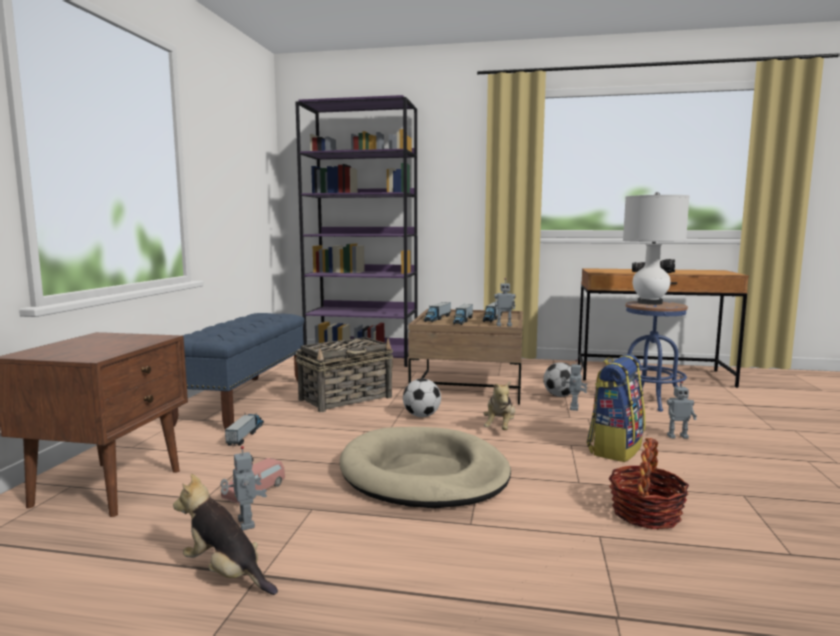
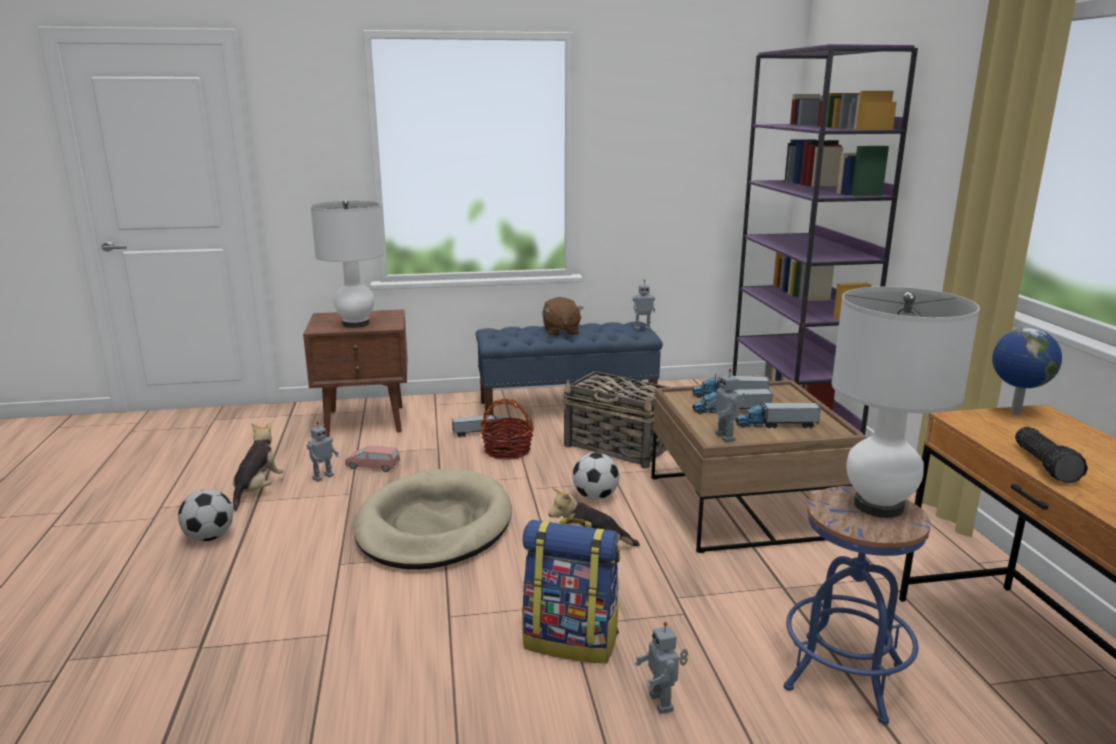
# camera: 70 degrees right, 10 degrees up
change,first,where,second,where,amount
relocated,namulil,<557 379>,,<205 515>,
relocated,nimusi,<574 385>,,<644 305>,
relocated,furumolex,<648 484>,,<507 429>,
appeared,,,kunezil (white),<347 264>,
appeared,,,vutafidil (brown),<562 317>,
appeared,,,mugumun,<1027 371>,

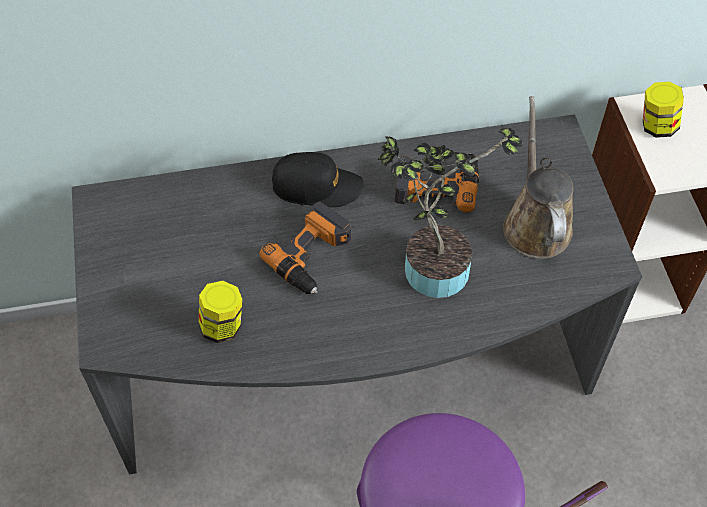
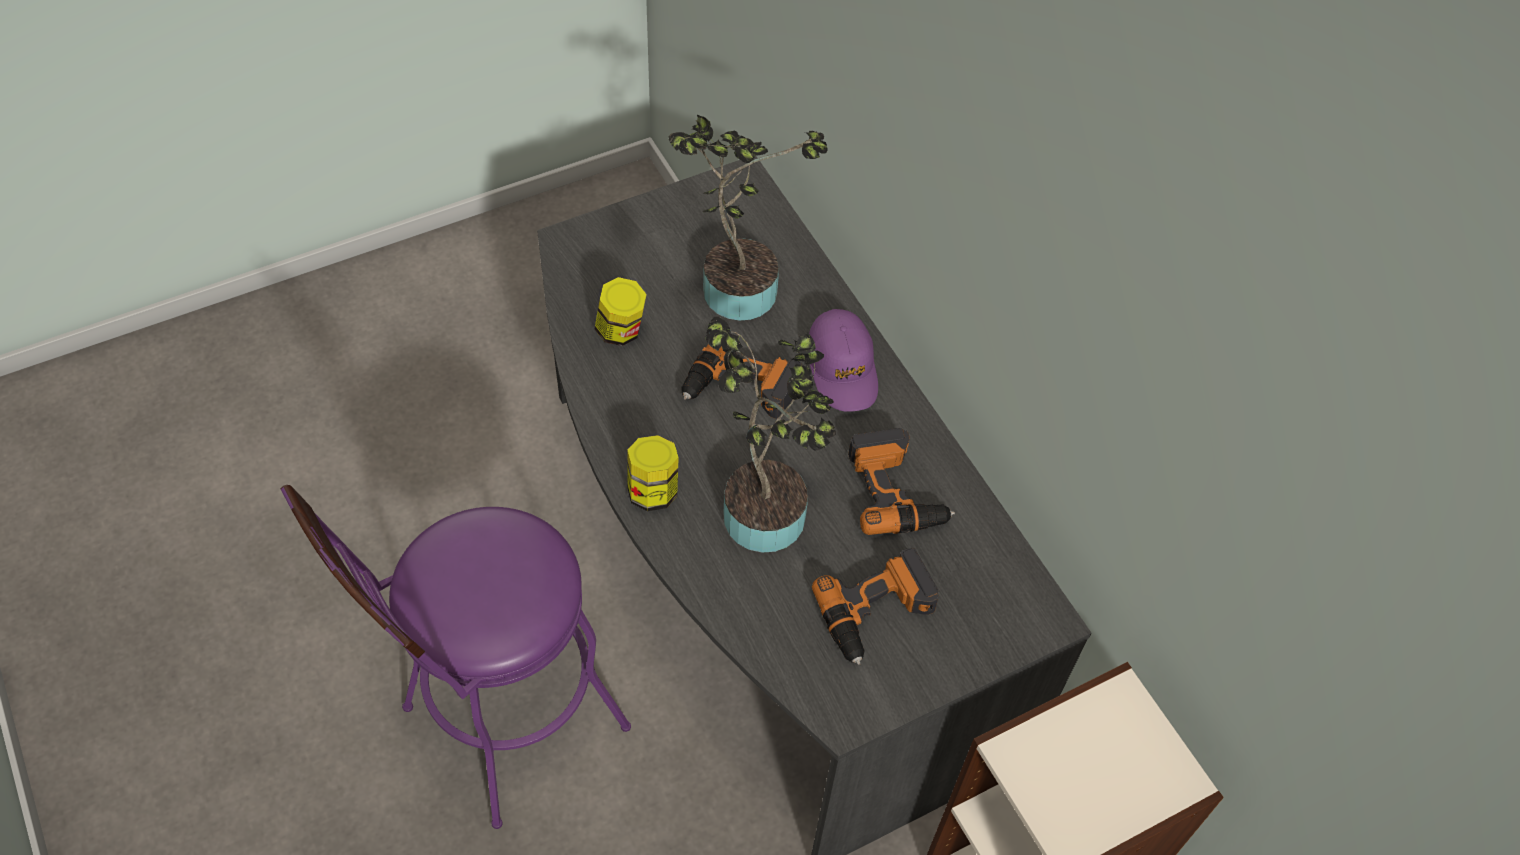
# camera: 70 degrees right, 0 degrees up
change,first,where,second,where,amount
colour,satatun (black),<318 179>,satatun (purple),<843 360>,
exchanged,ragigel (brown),<538 177>,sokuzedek,<875 606>,
relocated,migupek,<663 110>,,<653 473>,
appeared,,,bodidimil,<748 218>,

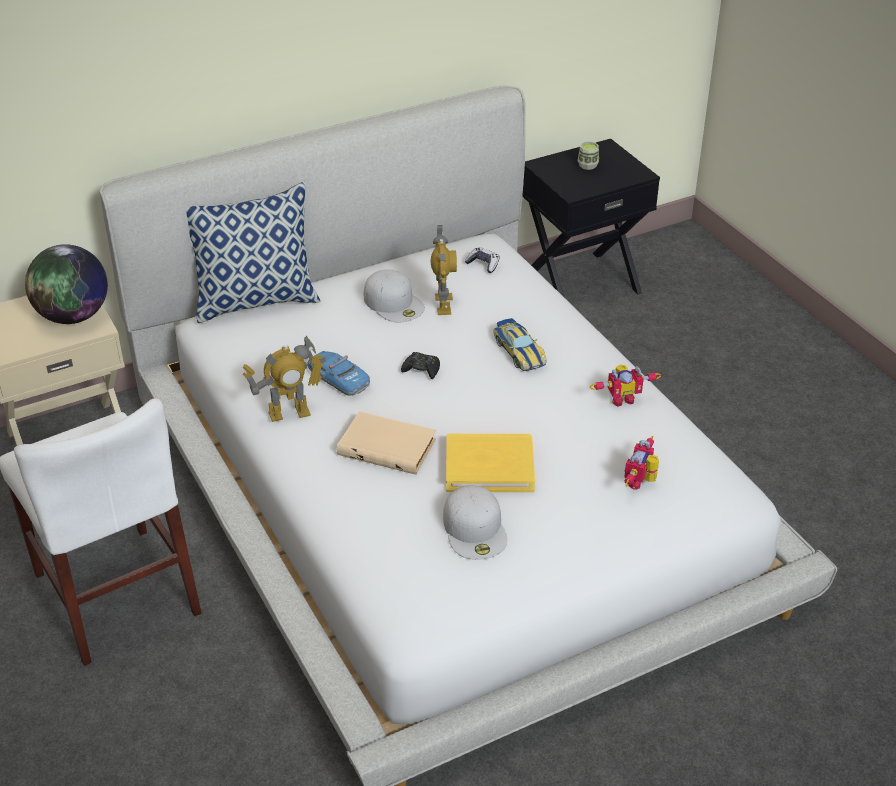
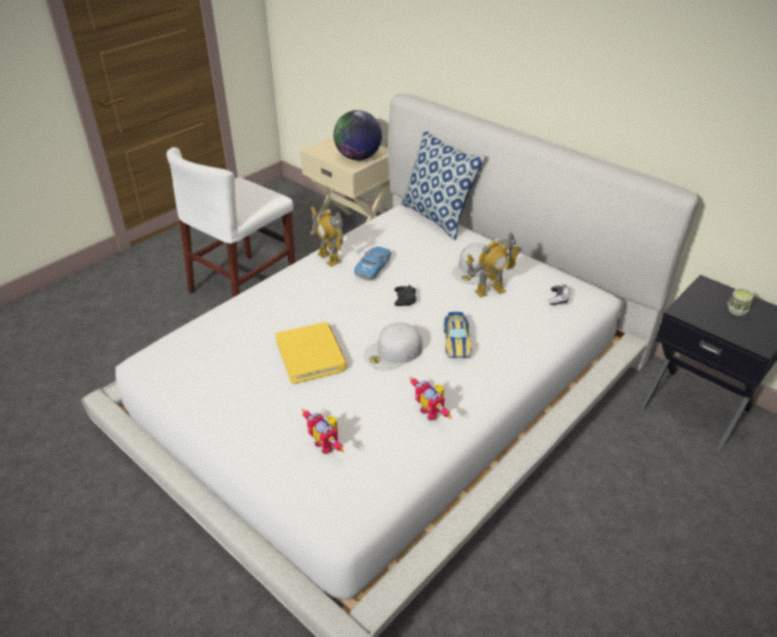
# camera: 70 degrees right, 0 degrees up
change,first,where,second,where,amount
missing,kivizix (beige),<386 442>,,,
relocated,satatun (white),<475 522>,,<393 347>,
spun,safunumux,<520 344>,,<458 335>,45 degrees counterclockwise
spun,nimusi,<641 463>,,<323 431>,135 degrees counterclockwise

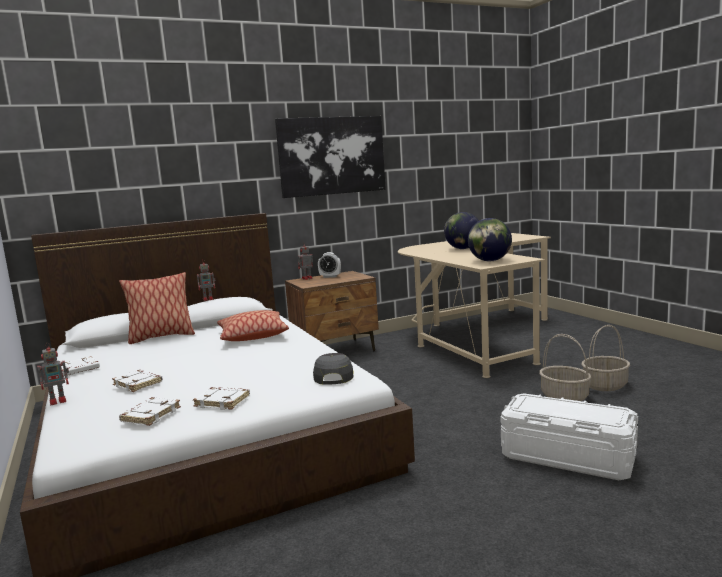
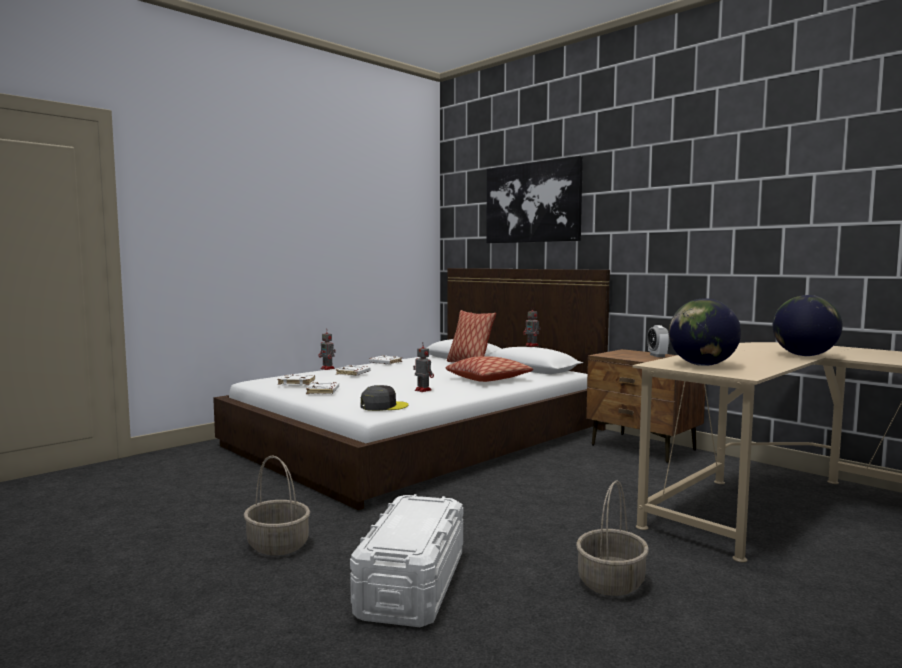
# camera: 70 degrees right, 5 degrees down
change,first,where,second,where,amount
relocated,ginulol,<330 157>,,<534 199>,
relocated,nimusi,<305 261>,,<423 368>,
relocated,furumolex,<606 358>,,<277 505>,

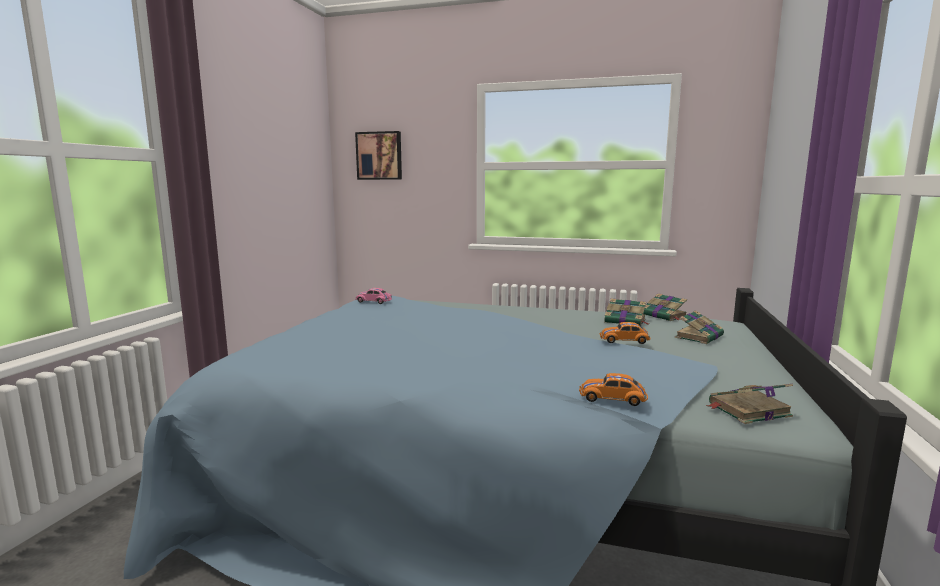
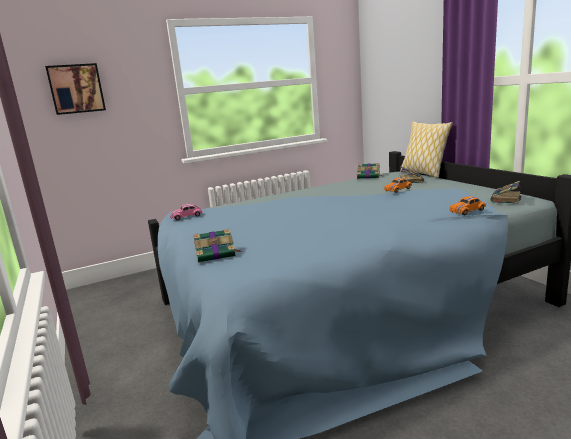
# camera: 40 degrees left, 5 degrees up
change,first,where,second,where,amount
relocated,kivizix,<626 312>,,<217 246>,
appeared,,,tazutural,<426 149>,

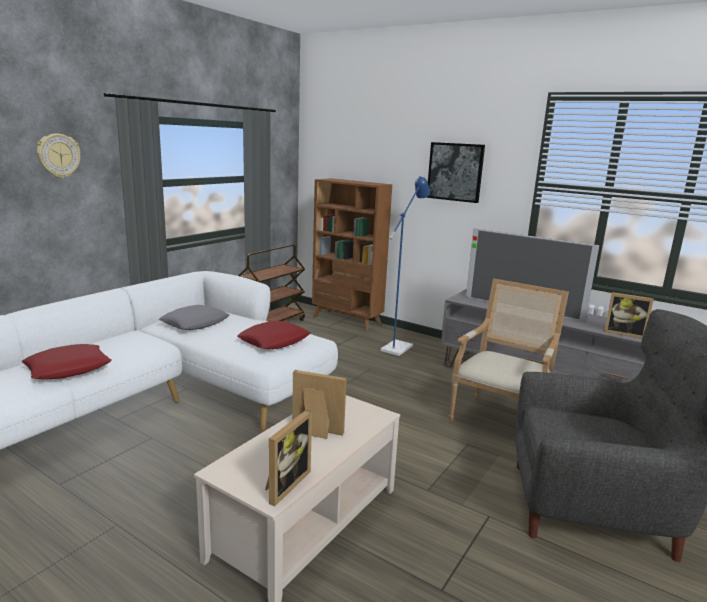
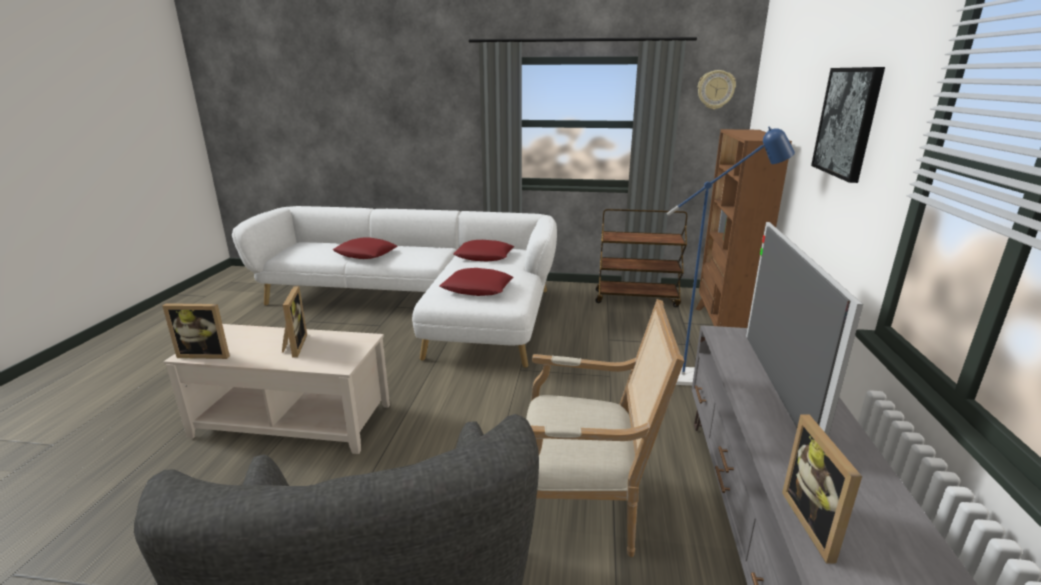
# camera: 65 degrees right, 5 degrees up
change,first,where,second,where,amount
relocated,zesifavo,<59 155>,,<717 90>,
colour,tazutural (grey),<194 317>,tazutural (red),<483 251>,

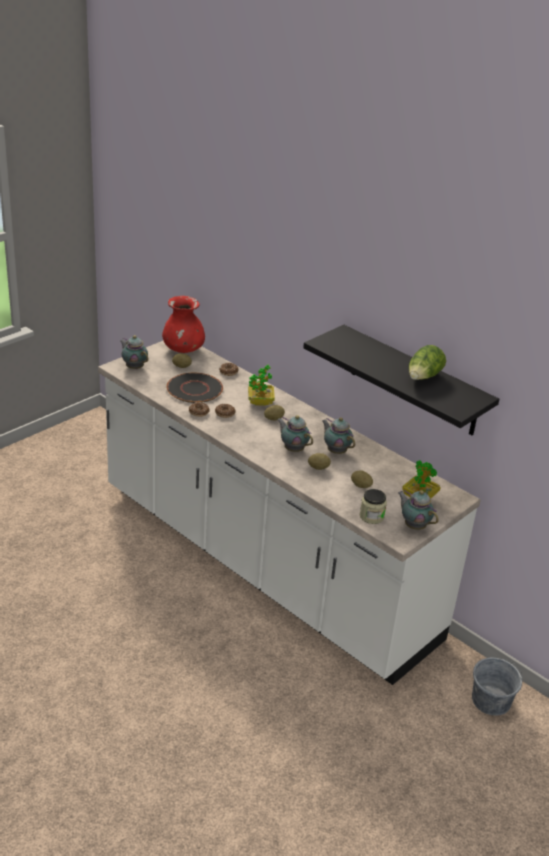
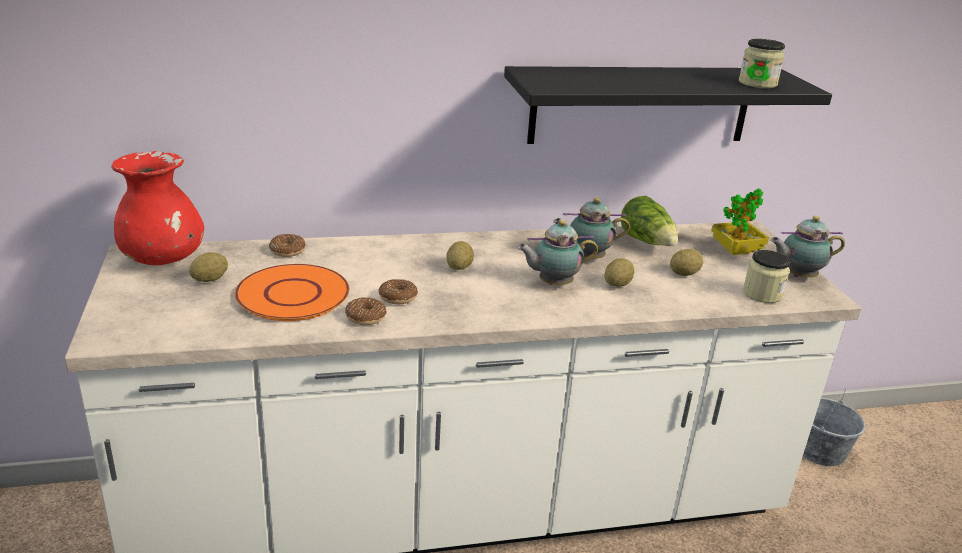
# camera: 55 degrees left, 5 degrees down
change,first,where,second,where,amount
missing,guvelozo,<134 352>,,,
colour,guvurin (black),<195 388>,guvurin (orange),<292 292>,
missing,bodidimil,<261 385>,,,
relocated,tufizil,<427 362>,,<649 221>,
appeared,,,migupek,<762 63>,

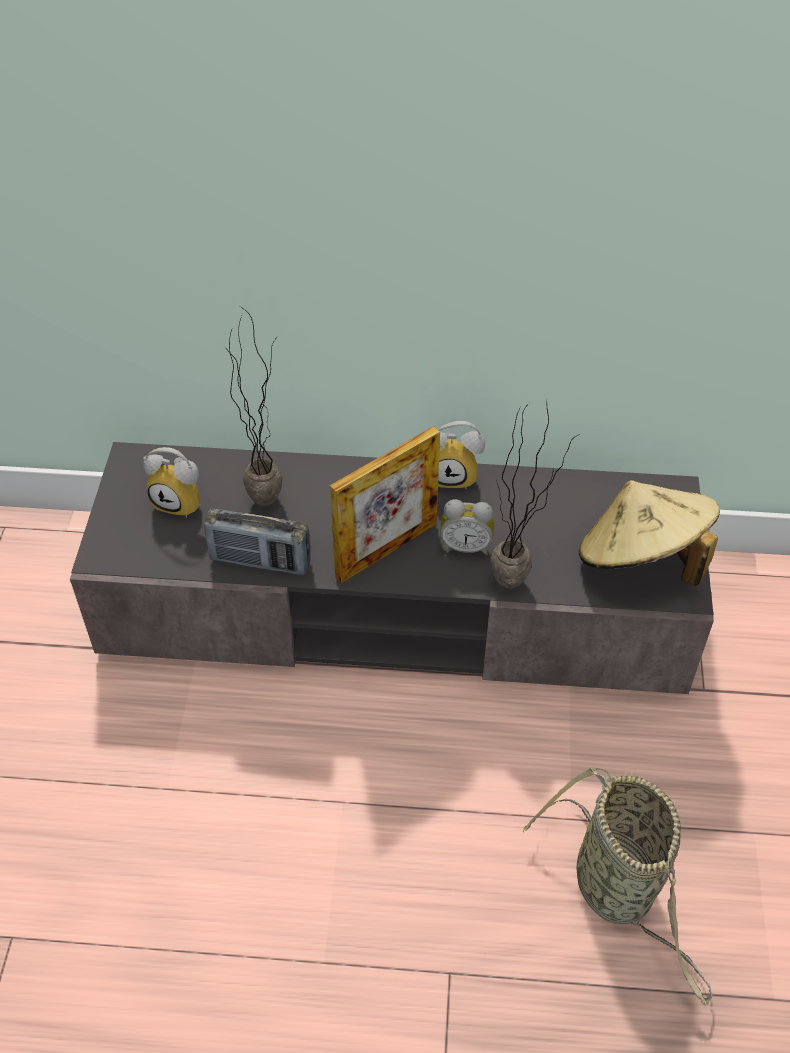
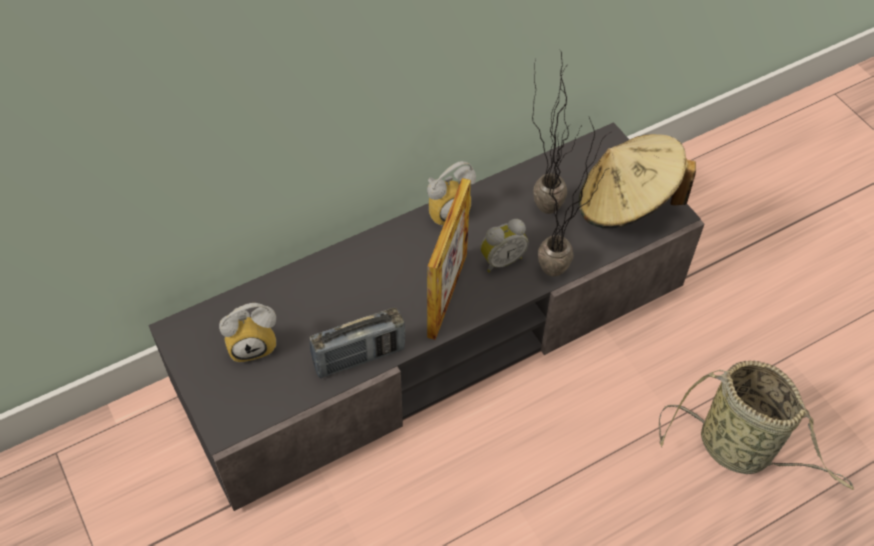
# camera: 35 degrees left, 5 degrees up
change,first,where,second,where,amount
relocated,bodidimil,<254 406>,,<556 132>,

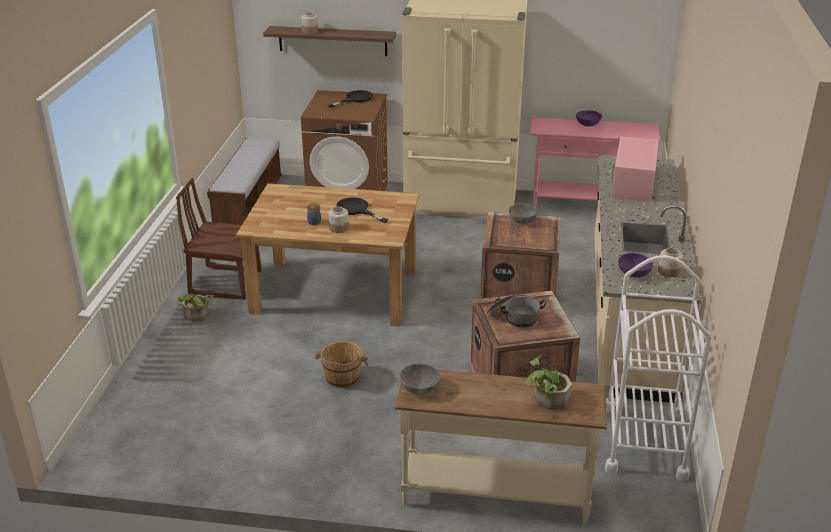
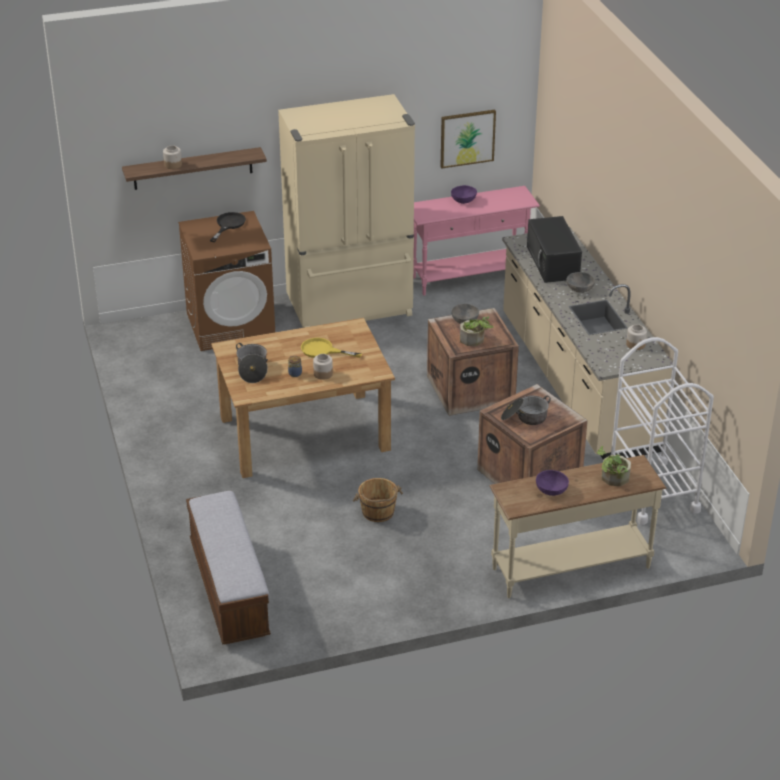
# camera: 25 degrees left, 5 degrees up
change,first,where,second,where,amount
missing,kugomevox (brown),<219 239>,,,
relocated,bodidimil,<196 307>,,<477 331>,
relocated,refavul,<244 181>,,<228 567>,
colour,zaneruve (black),<362 210>,zaneruve (yellow),<331 348>,
relocated,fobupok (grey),<420 379>,,<580 282>,
colour,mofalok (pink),<635 169>,mofalok (black),<554 249>,
relocated,fobupok (purple),<635 265>,,<552 483>,
appeared,,,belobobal,<252 363>,
appeared,,,ginulol,<468 139>,

